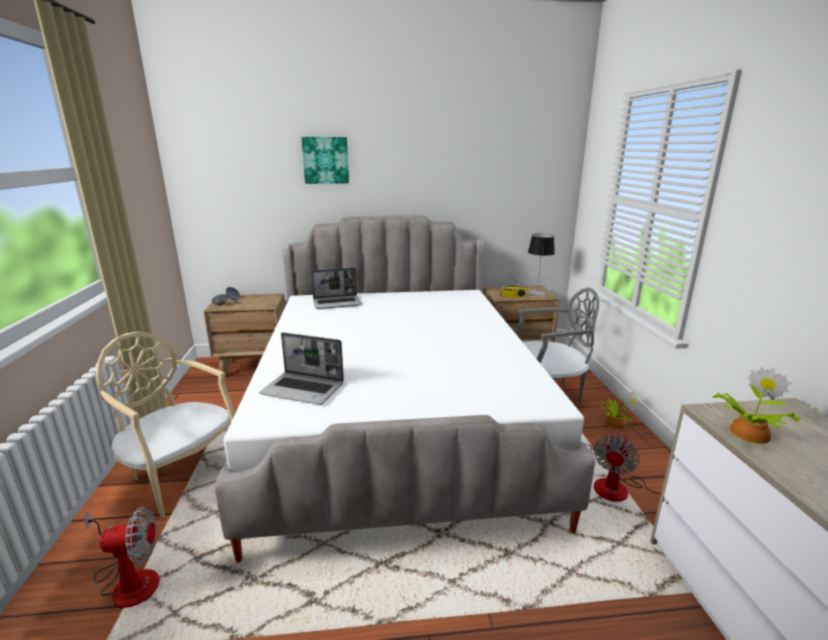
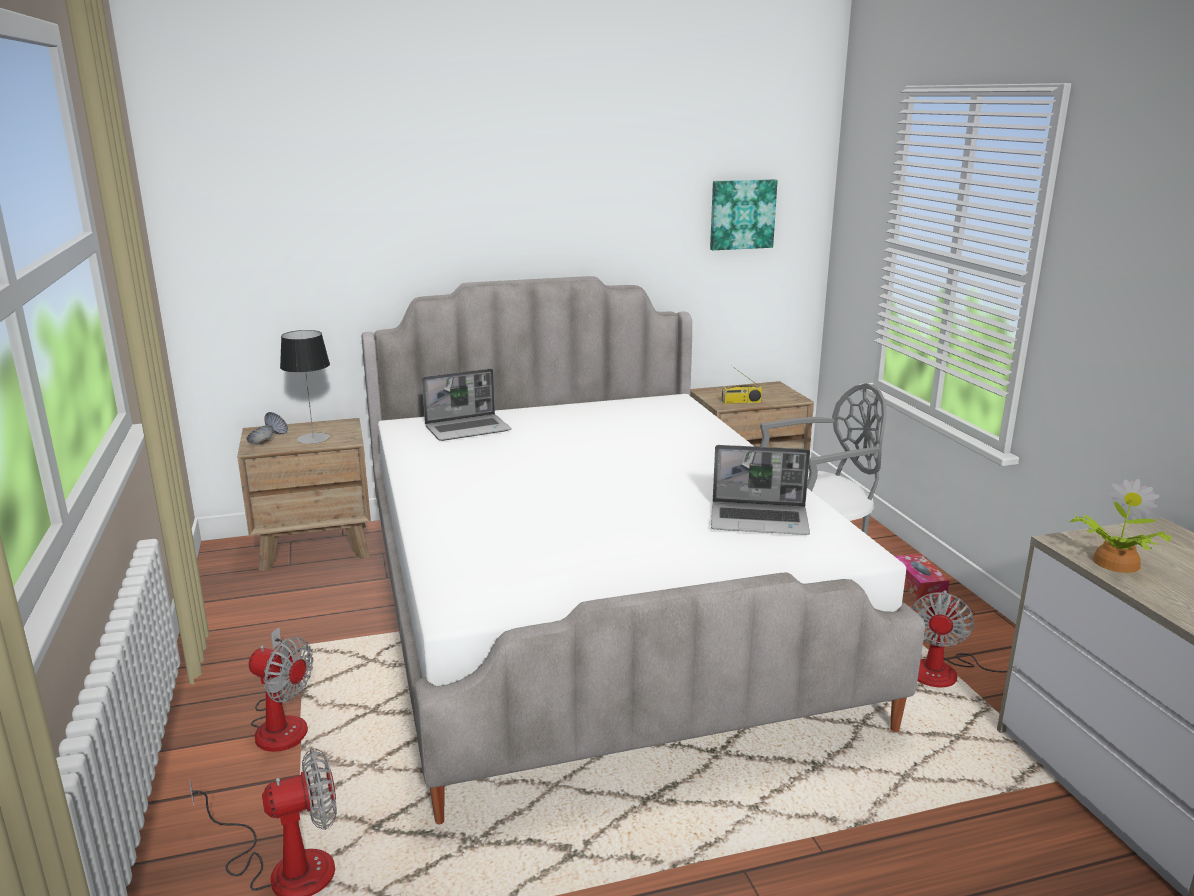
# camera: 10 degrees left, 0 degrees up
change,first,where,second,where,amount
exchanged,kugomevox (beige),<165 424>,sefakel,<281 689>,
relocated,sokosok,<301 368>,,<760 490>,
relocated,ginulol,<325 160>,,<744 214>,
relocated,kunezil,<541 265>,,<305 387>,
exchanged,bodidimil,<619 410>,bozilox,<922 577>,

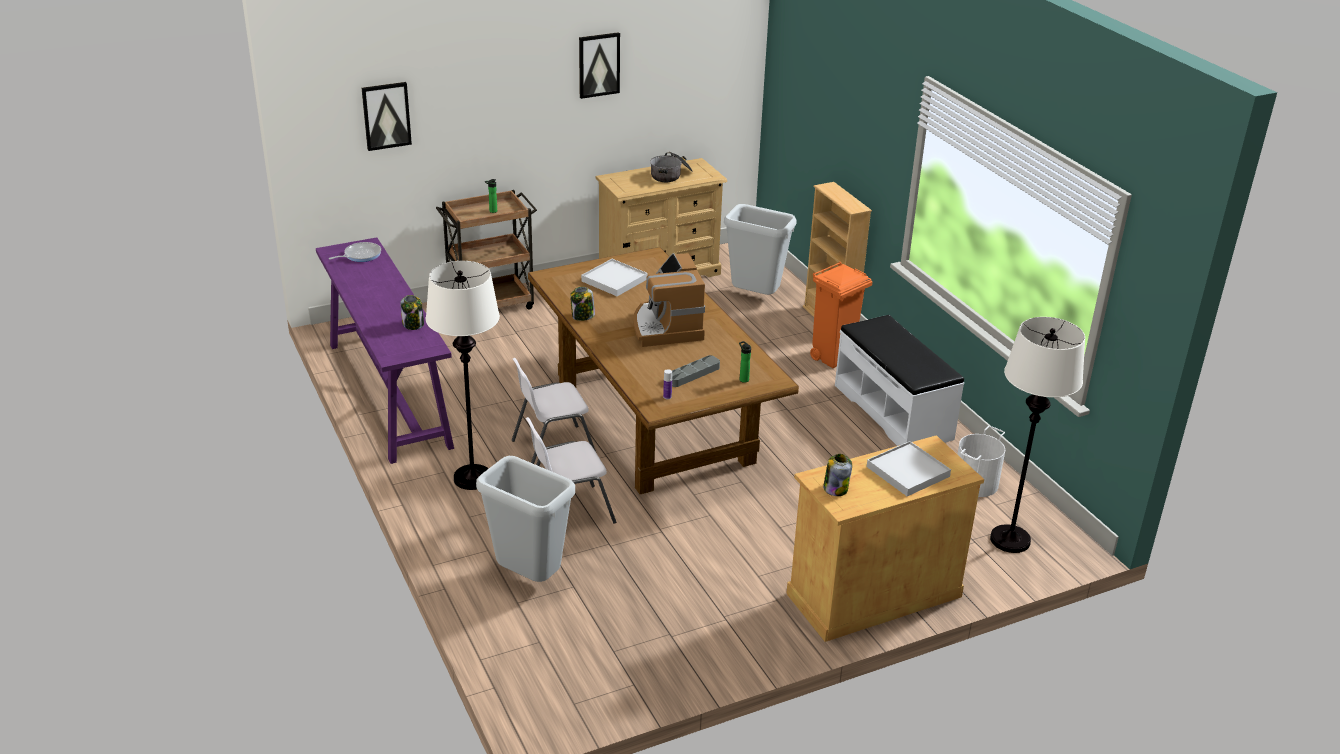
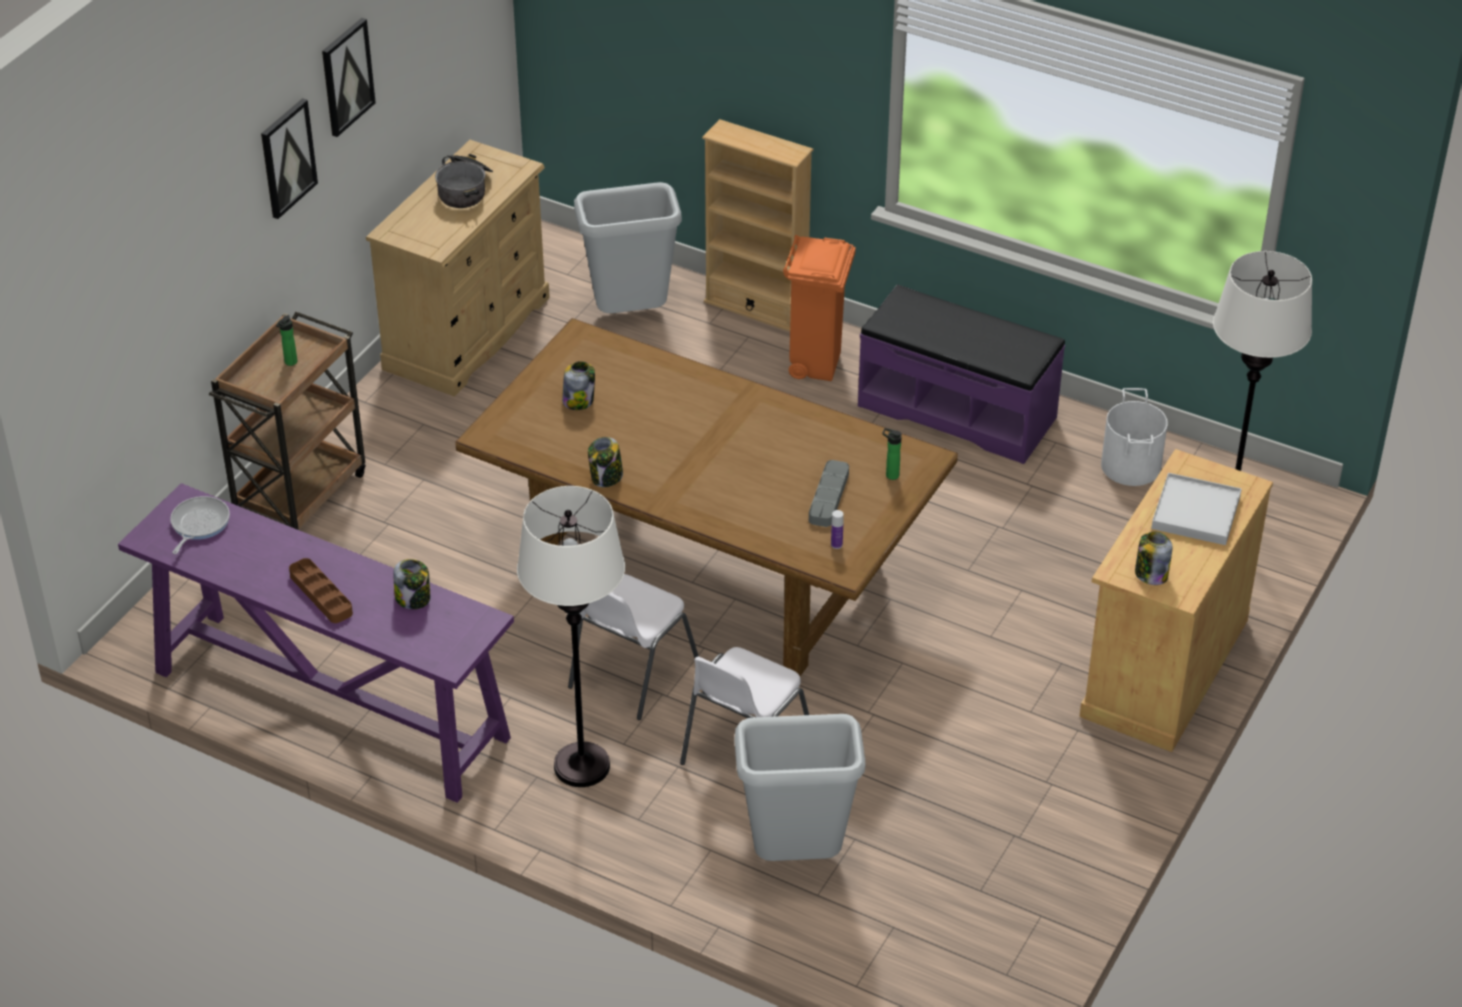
# camera: 35 degrees left, 10 degrees up
change,first,where,second,where,amount
relocated,ginulol,<387 116>,,<289 158>,
exchanged,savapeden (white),<614 277>,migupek,<578 385>,
missing,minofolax,<669 300>,,,
colour,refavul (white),<899 380>,refavul (purple),<961 374>,
appeared,,,savapeden (brown),<321 590>,

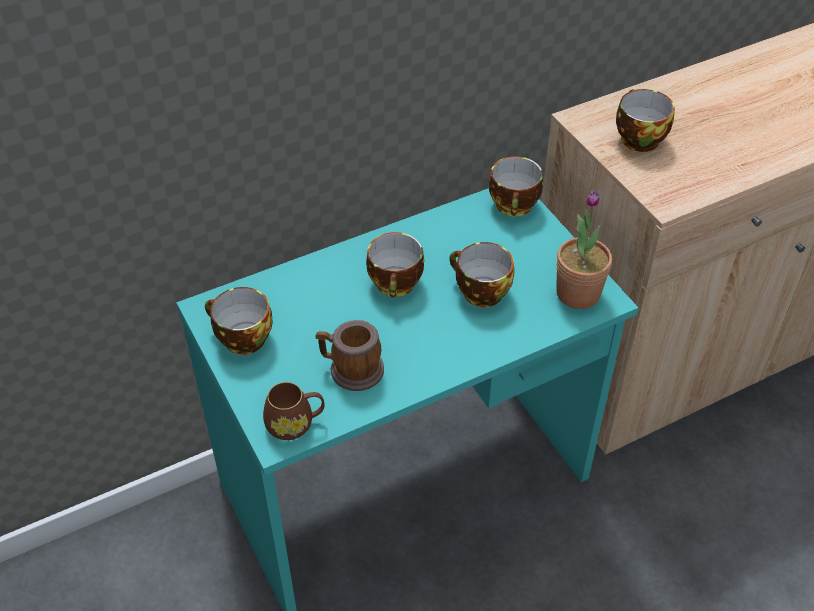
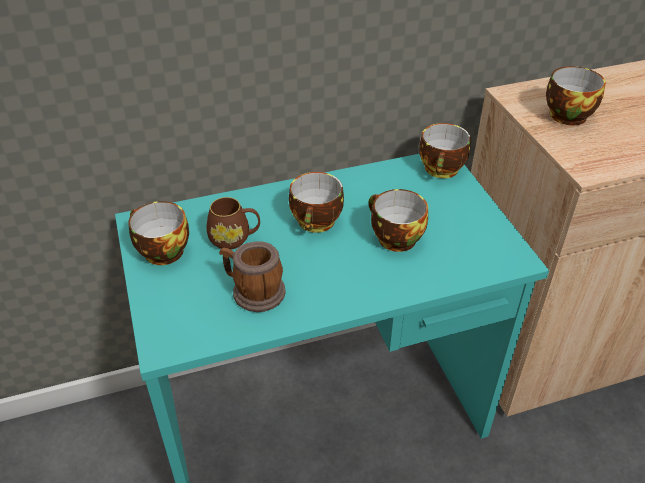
# camera: 10 degrees right, 5 degrees down
change,first,where,second,where,amount
relocated,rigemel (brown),<294 411>,,<233 223>,
missing,bodidimil,<584 249>,,,

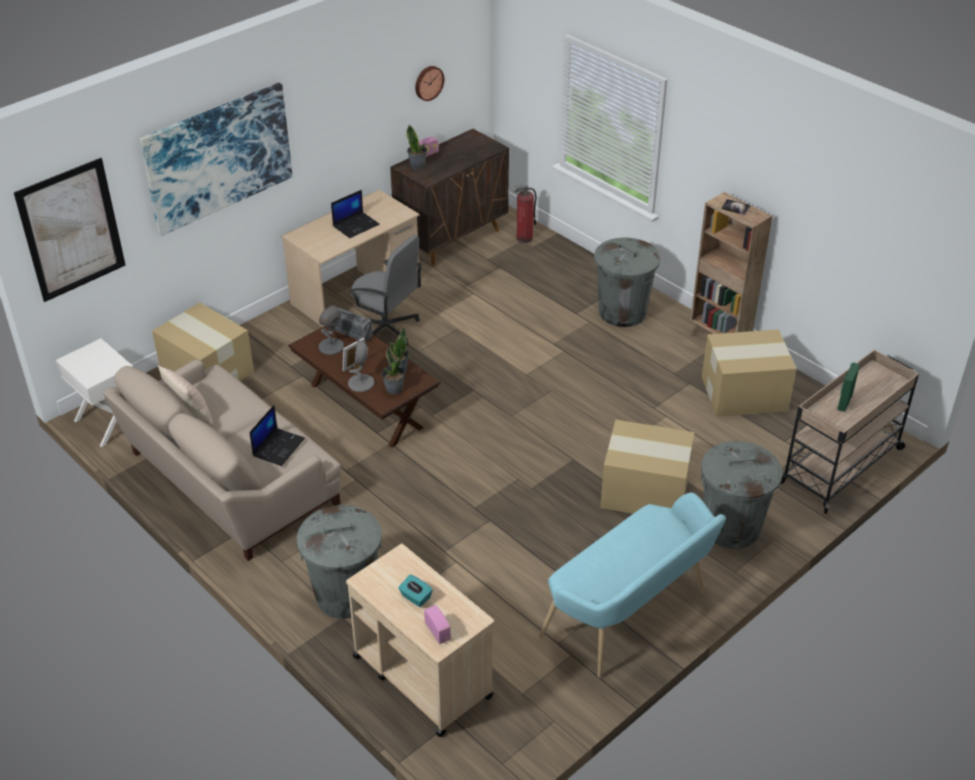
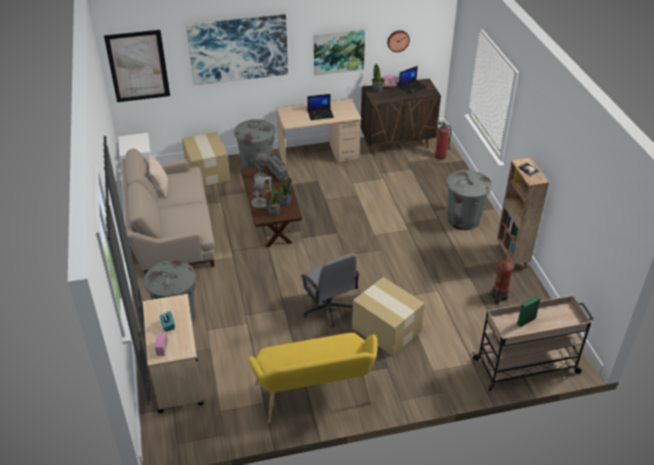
# camera: 30 degrees right, 0 degrees up
change,first,where,second,where,amount
relocated,sokosok,<277 435>,,<413 80>,
relocated,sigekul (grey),<385 290>,,<330 290>,
colour,refavul (turquoise),<632 585>,refavul (yellow),<312 378>,
relocated,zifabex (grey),<741 495>,,<254 144>,
exchanged,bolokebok,<749 373>,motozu,<501 279>,
appeared,,,ginulol,<339 52>,

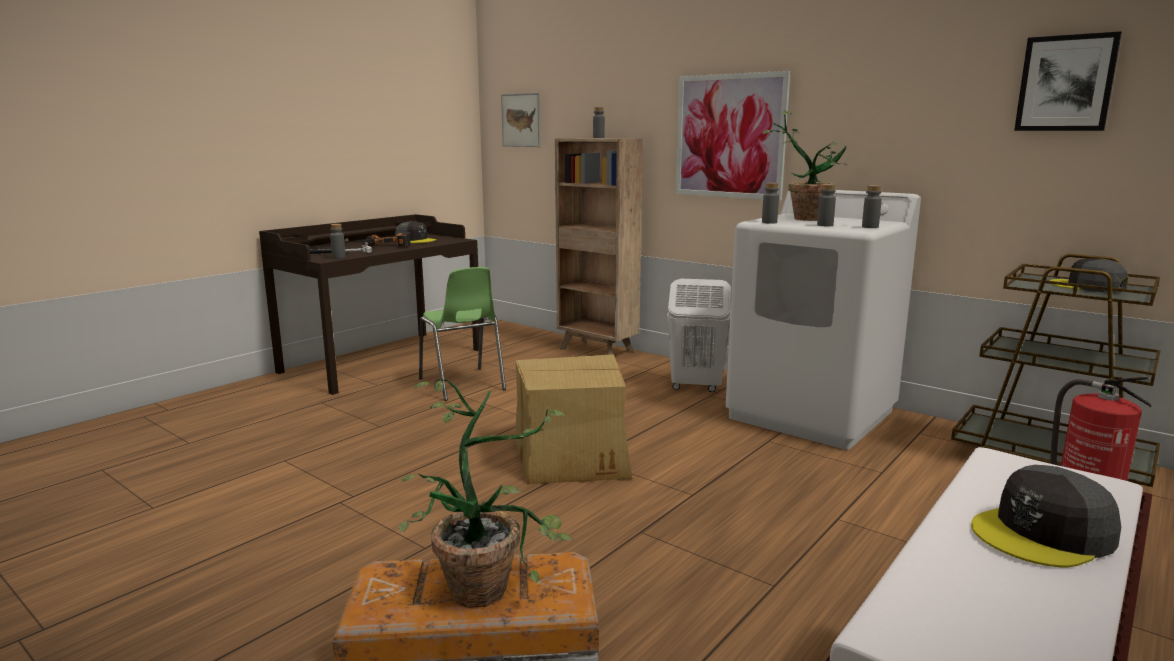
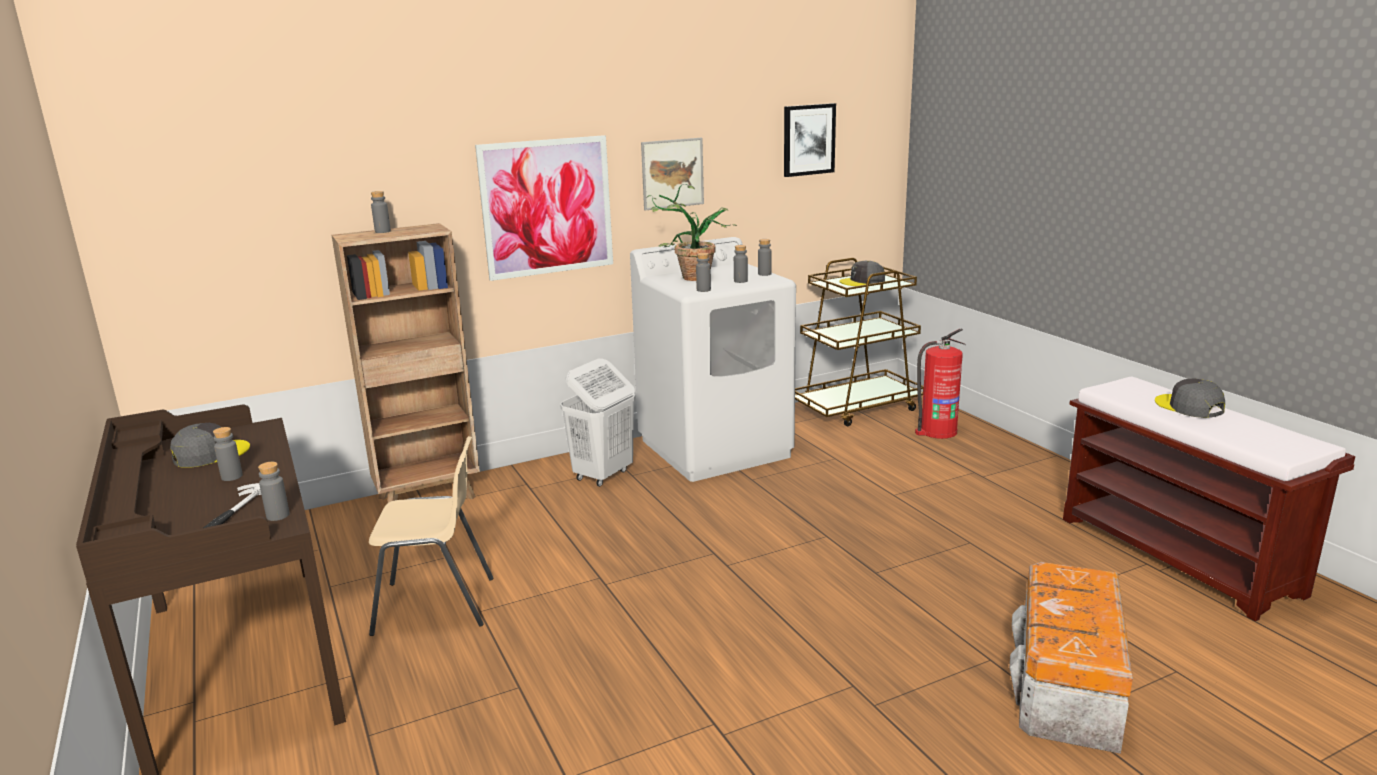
# camera: 65 degrees left, 5 degrees up
change,first,where,second,where,amount
exchanged,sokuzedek,<387 239>,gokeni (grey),<228 454>,
missing,bodidimil,<485 493>,,,
colour,kugomevox (green),<462 334>,kugomevox (beige),<431 536>,
relocated,ginulol,<521 120>,,<672 174>,
missing,bolokebok,<573 419>,,,
spun,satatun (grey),<1046 516>,,<1190 398>,150 degrees clockwise

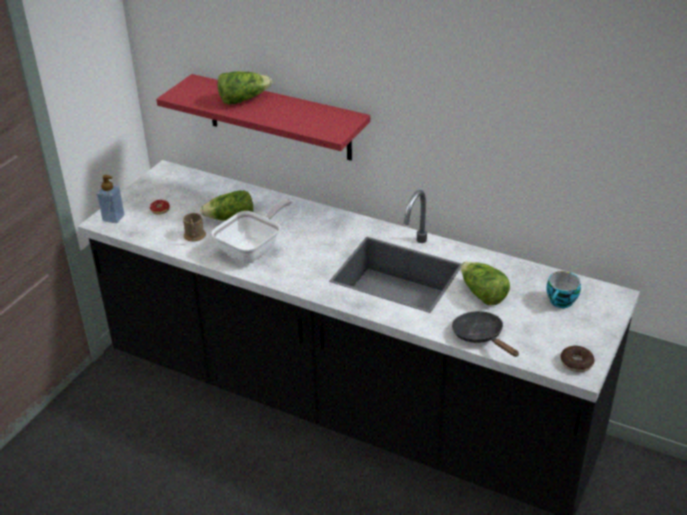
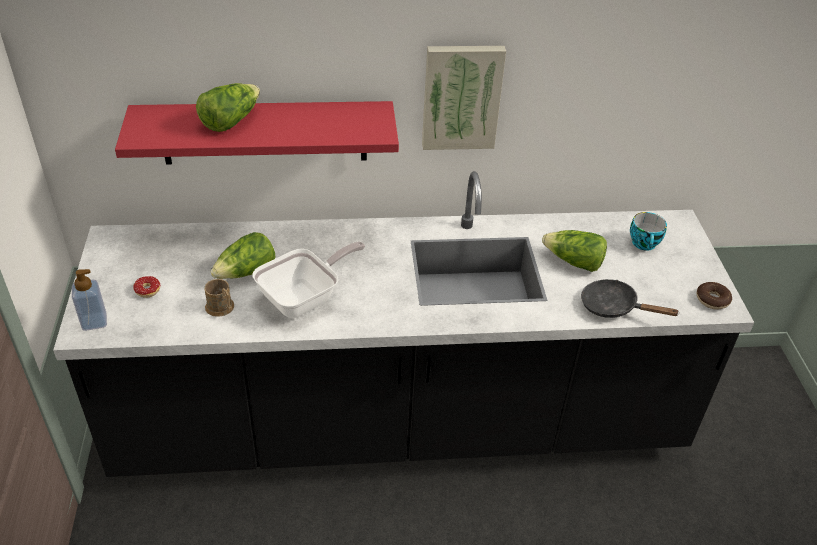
# camera: 35 degrees left, 5 degrees up
change,first,where,second,where,amount
spun,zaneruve,<252 231>,,<308 279>,45 degrees clockwise
appeared,,,ginulol,<464 98>,

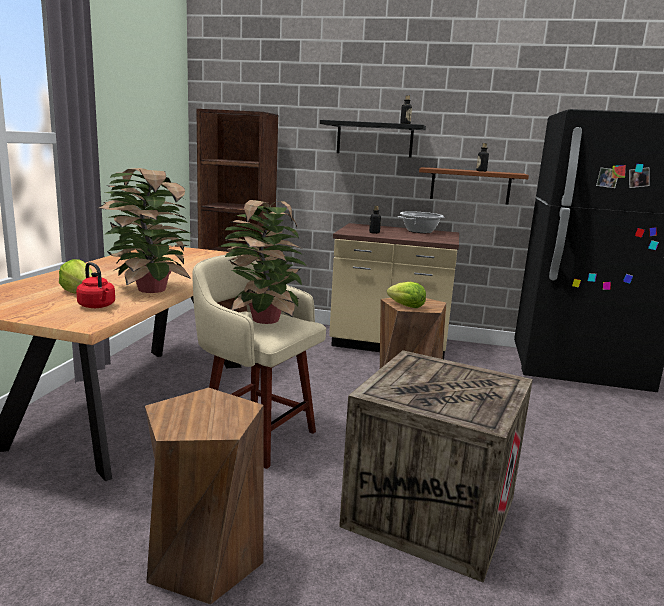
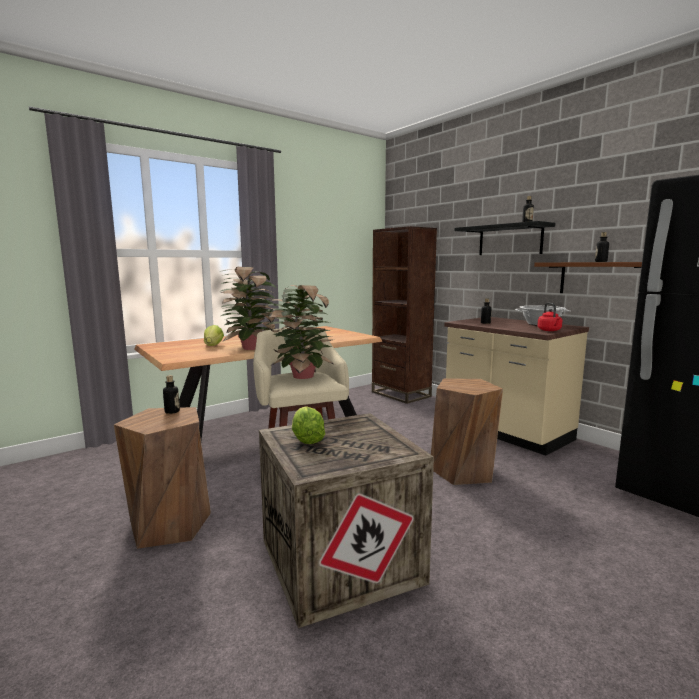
# camera: 40 degrees right, 5 degrees down
change,first,where,second,where,amount
relocated,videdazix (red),<95 285>,,<549 317>,
relocated,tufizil,<406 295>,,<308 425>,
appeared,,,gokeni,<171 394>,

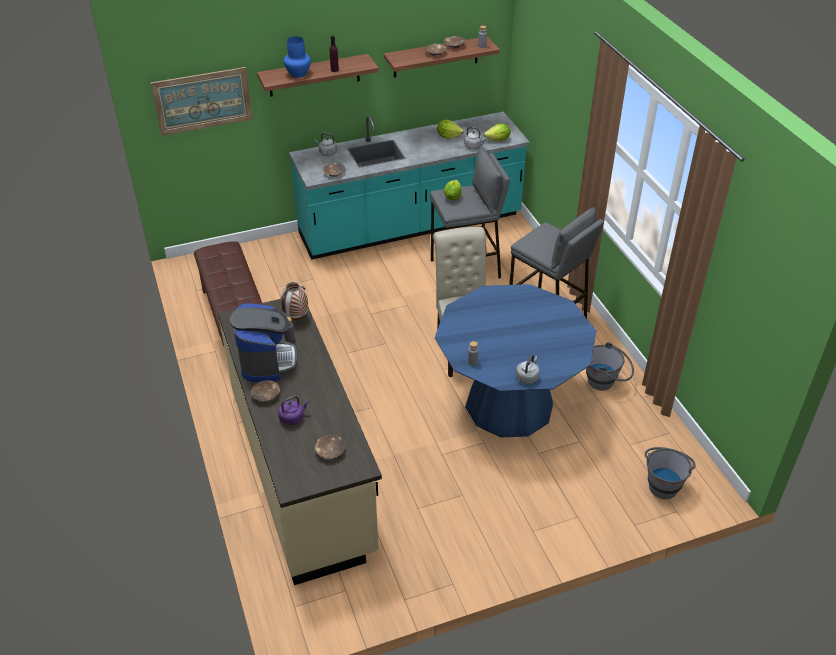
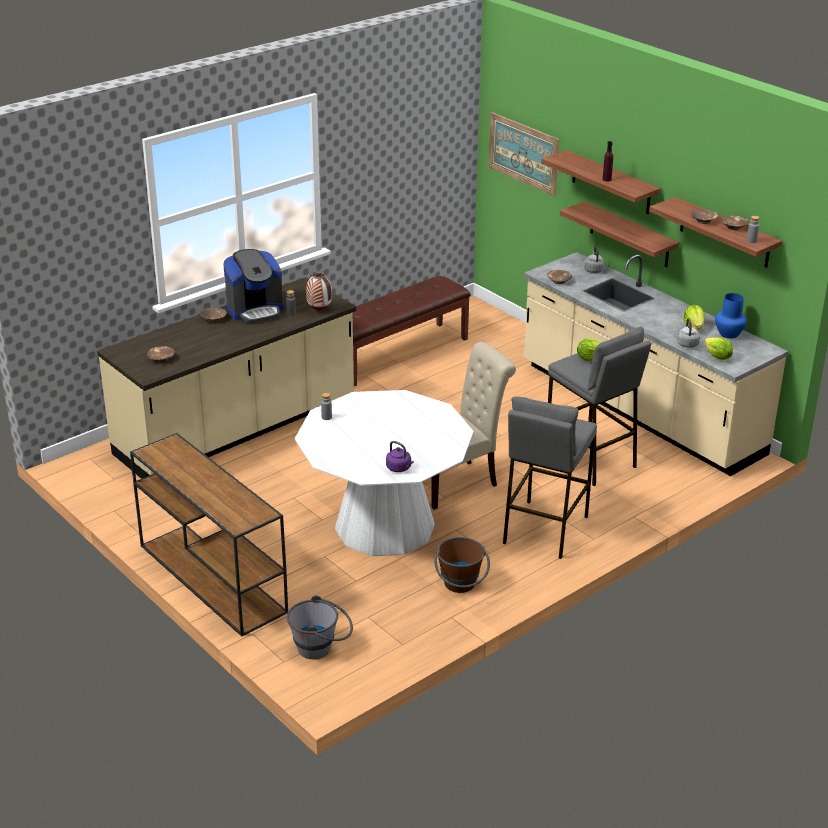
# camera: 70 degrees right, 10 degrees down
change,first,where,second,where,amount
relocated,videdazix (purple),<293 410>,,<400 456>,
relocated,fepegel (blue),<297 57>,,<731 315>,
colour,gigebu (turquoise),<409 186>,gigebu (beige),<656 364>,
colour,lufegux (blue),<515 361>,lufegux (white),<384 473>,
missing,videdazix (grey),<528 369>,,,
colour,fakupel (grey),<610 366>,fakupel (brown),<462 565>,
appeared,,,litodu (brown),<209 535>,
appeared,,,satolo,<619 234>,

